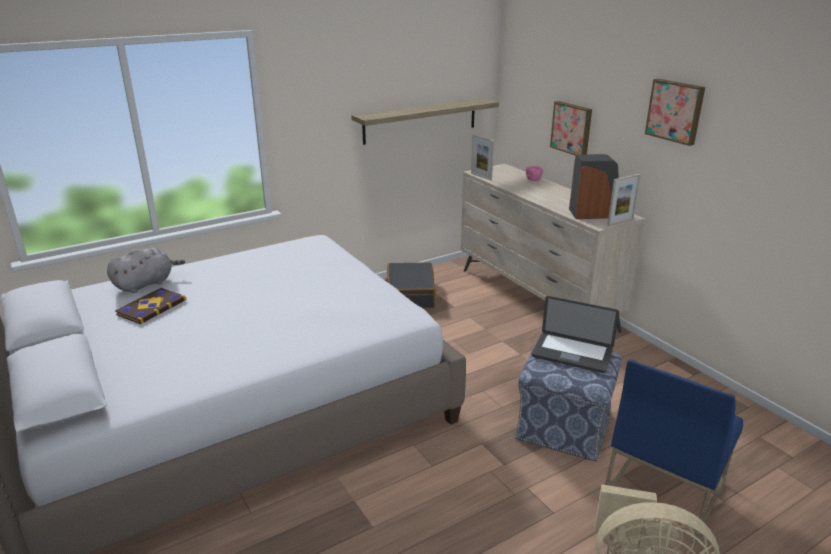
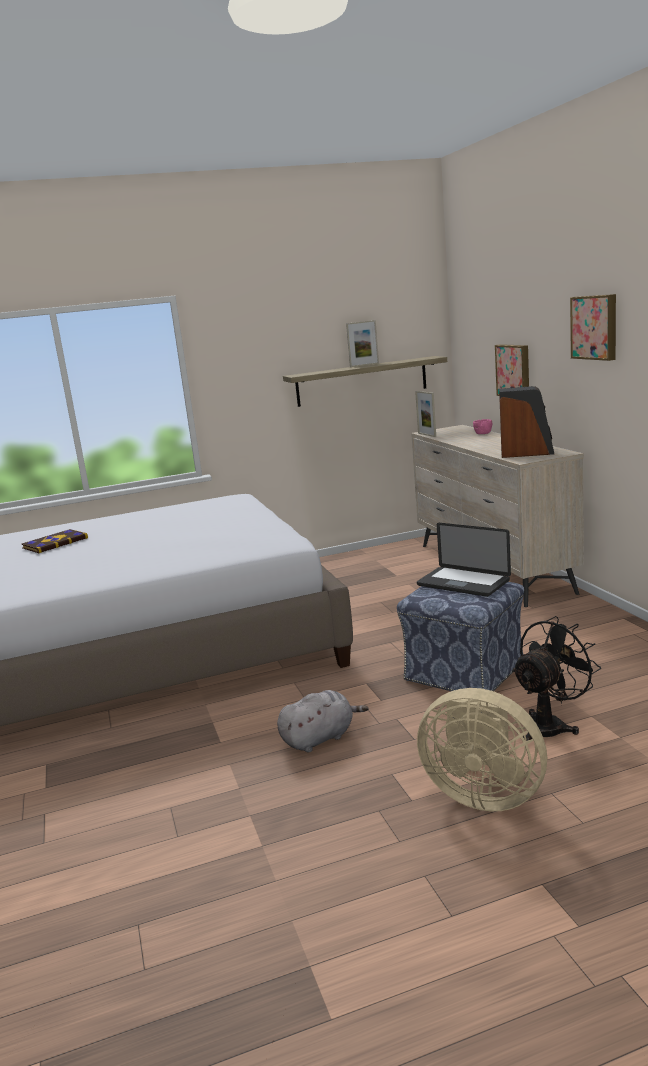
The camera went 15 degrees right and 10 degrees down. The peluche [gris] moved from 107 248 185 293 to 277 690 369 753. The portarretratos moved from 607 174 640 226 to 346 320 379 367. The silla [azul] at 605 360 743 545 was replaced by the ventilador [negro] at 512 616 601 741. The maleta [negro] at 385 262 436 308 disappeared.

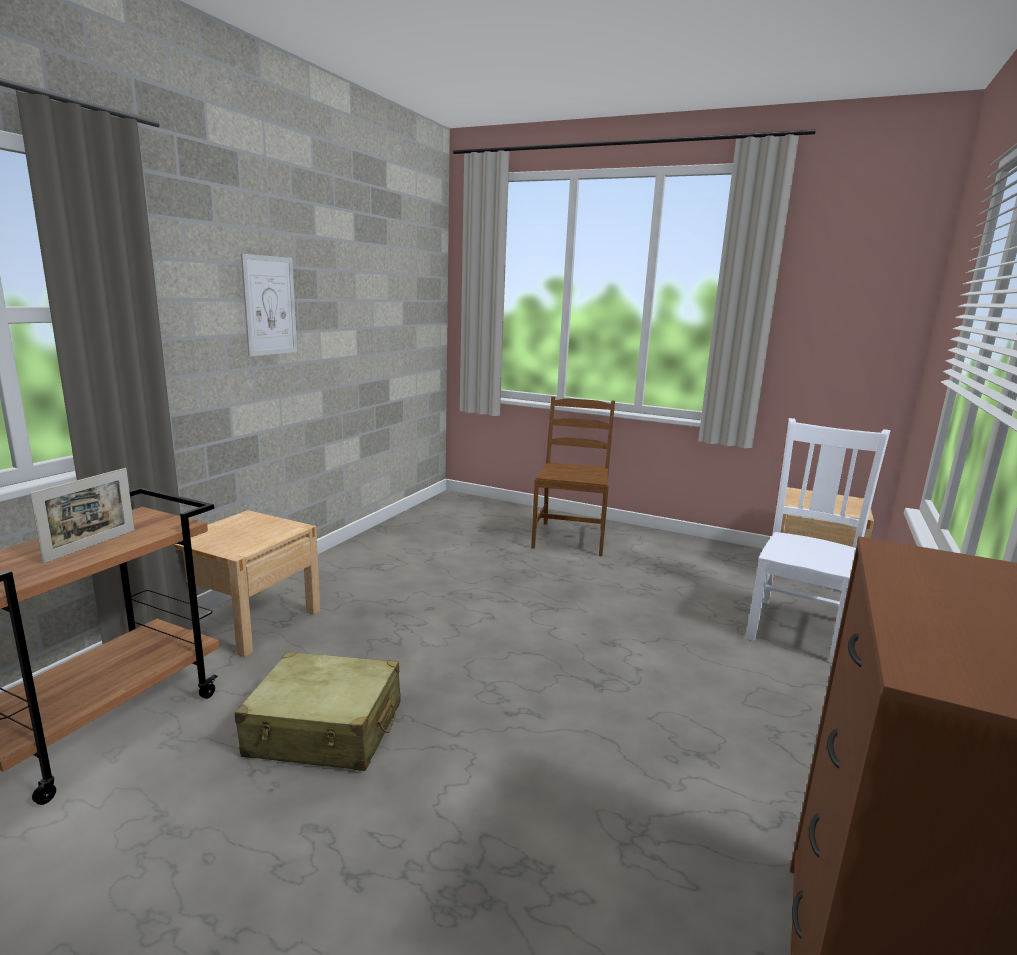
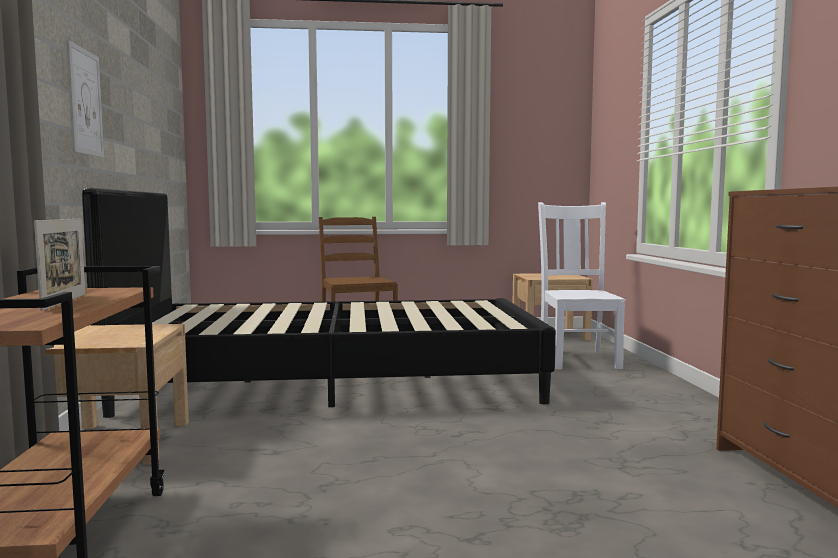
The camera went 30 degrees left and 10 degrees down. The cama [negro] at 82 188 556 418 appeared. The maleta [beis] at 235 652 401 771 disappeared.

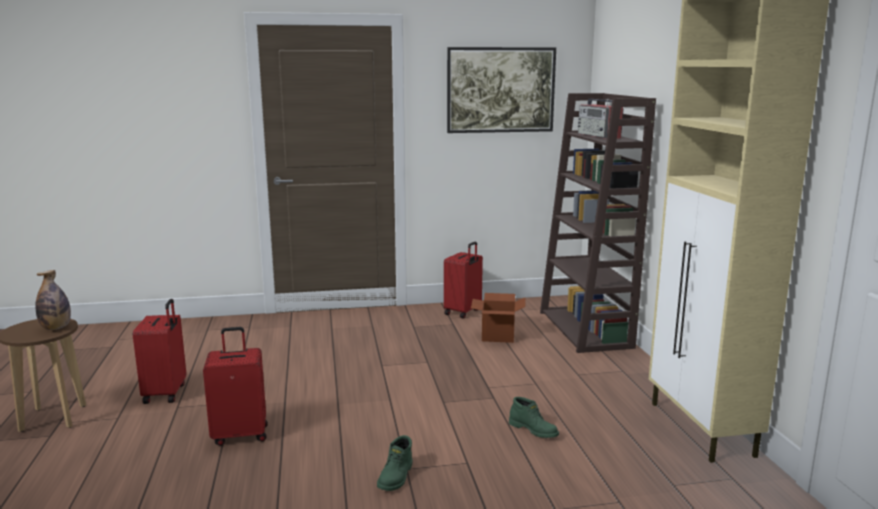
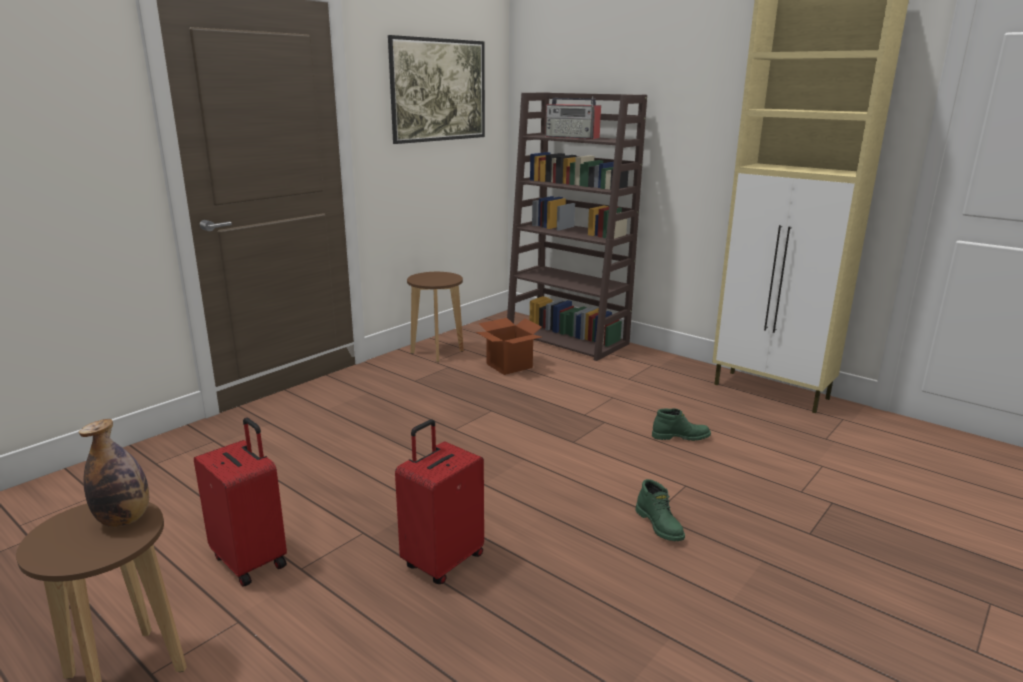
The camera went 40 degrees left and 5 degrees up. The maleta [rojo] at 444 242 483 318 was replaced by the taburete [marrón] at 407 272 464 362.

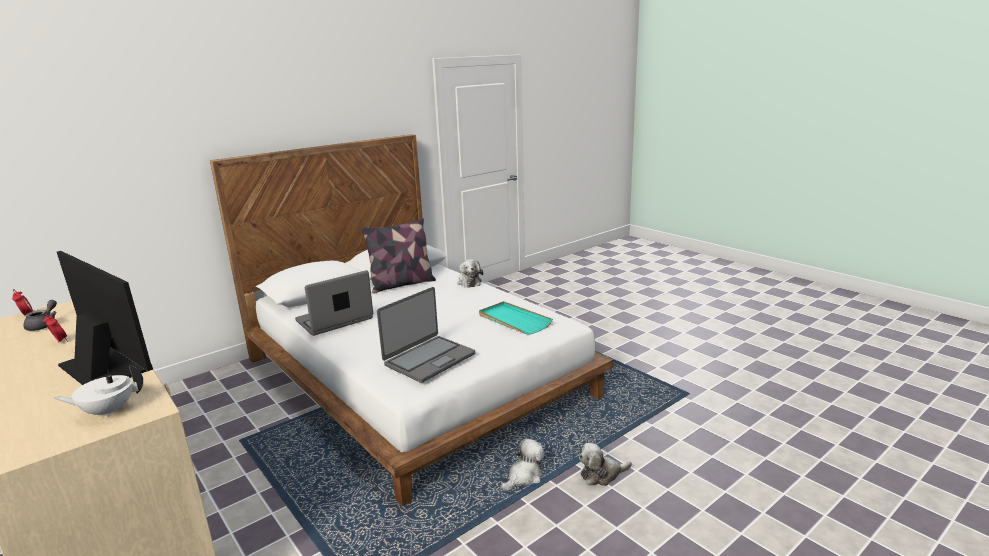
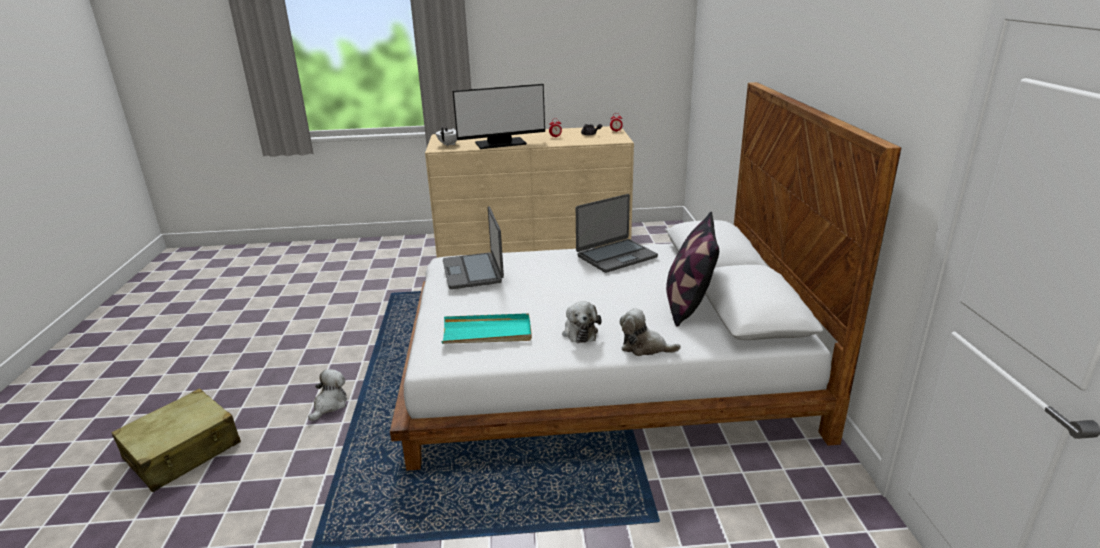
The camera went 125 degrees right and 5 degrees up. The maleta [beis] at 111 388 241 492 appeared. The peluche moved from 501 438 545 491 to 562 301 602 343. The portátil at 295 270 373 336 turned 60 degrees clockwise.

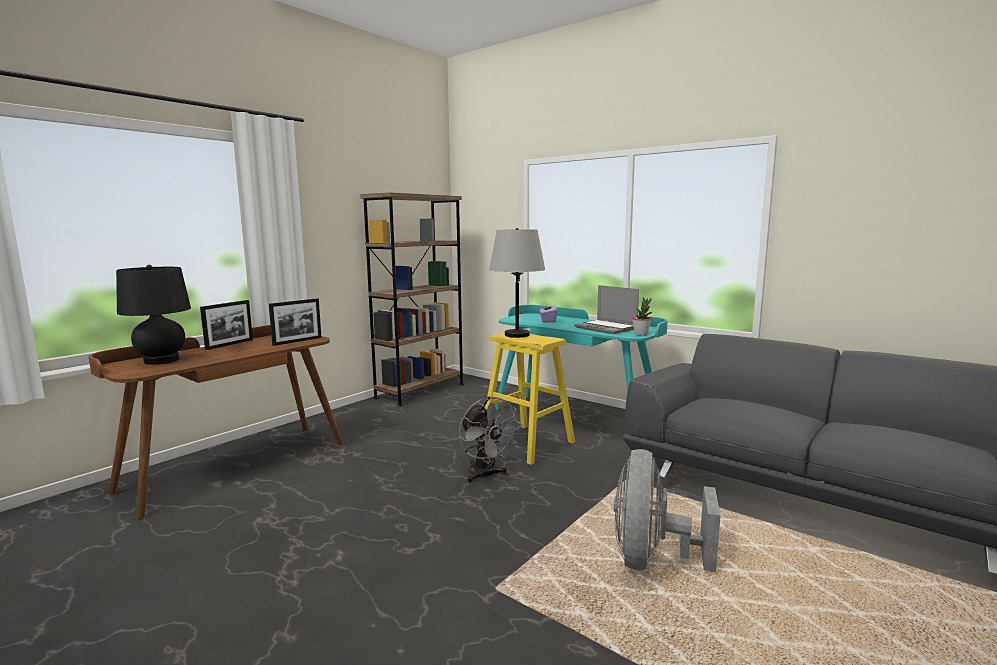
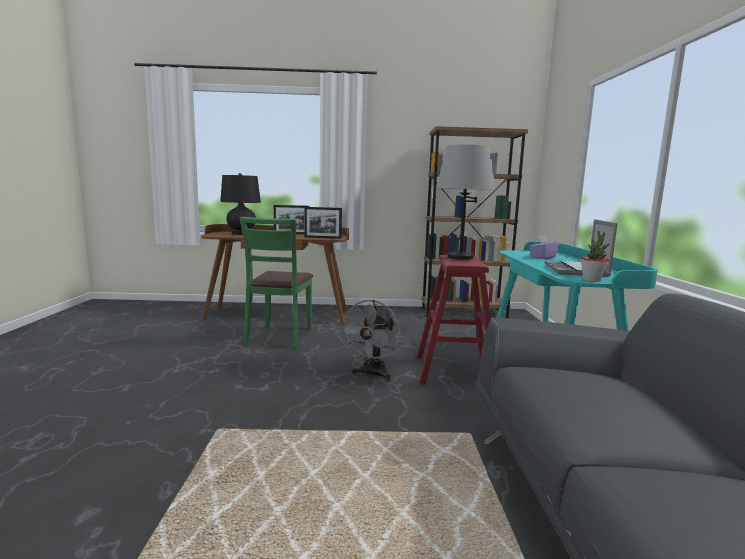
The camera went 50 degrees right and 0 degrees up. The silla [verde] at 239 217 313 348 appeared. The taburete [amarillo] at 484 332 575 465 became the taburete [rojo] at 417 255 491 385. The ventilador [gris] at 614 449 721 572 disappeared.

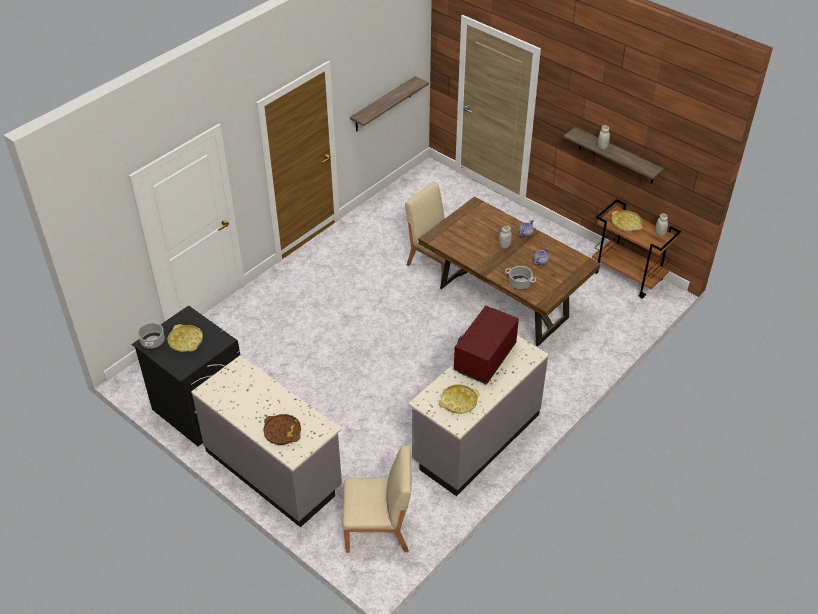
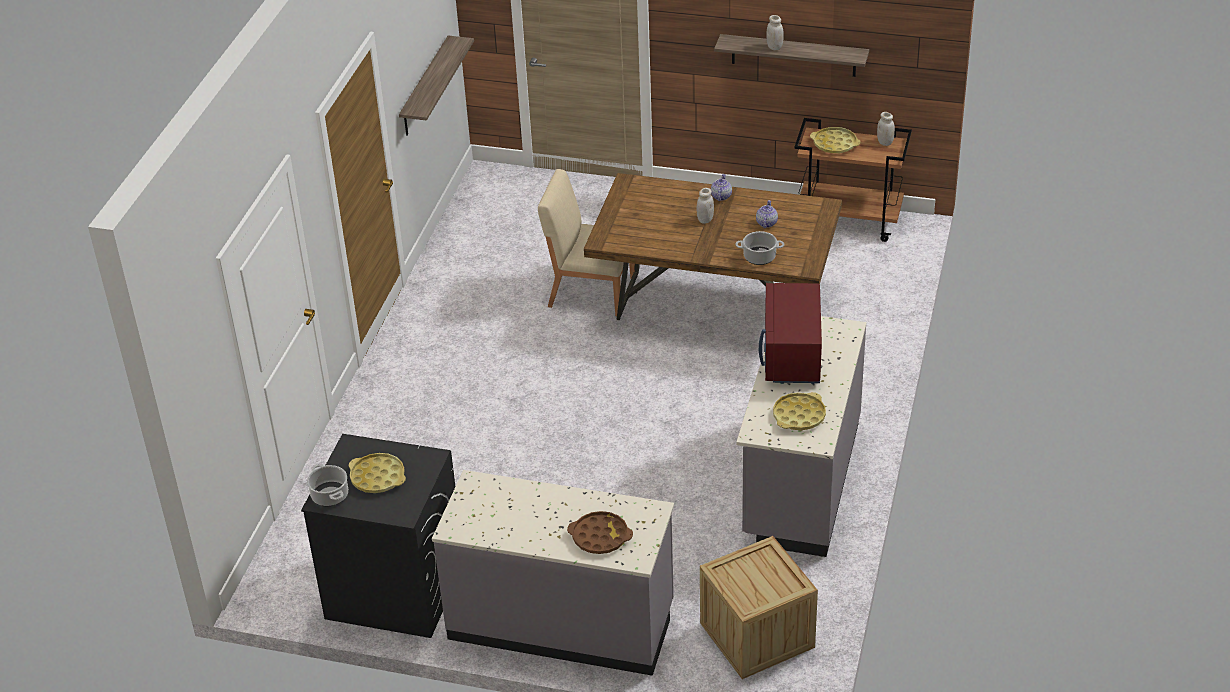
The camera went 25 degrees left and 5 degrees down. The silla [beis] at 342 445 411 553 was replaced by the caja de embalaje at 700 536 818 679.

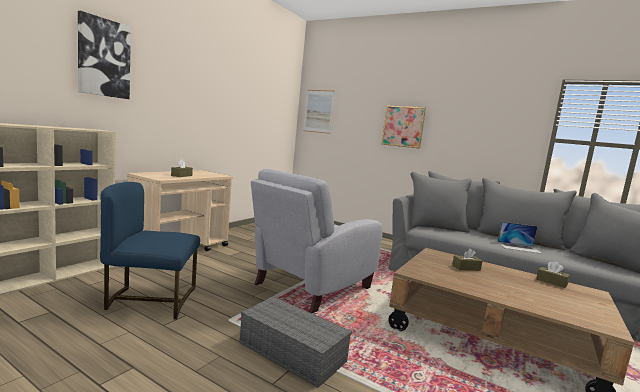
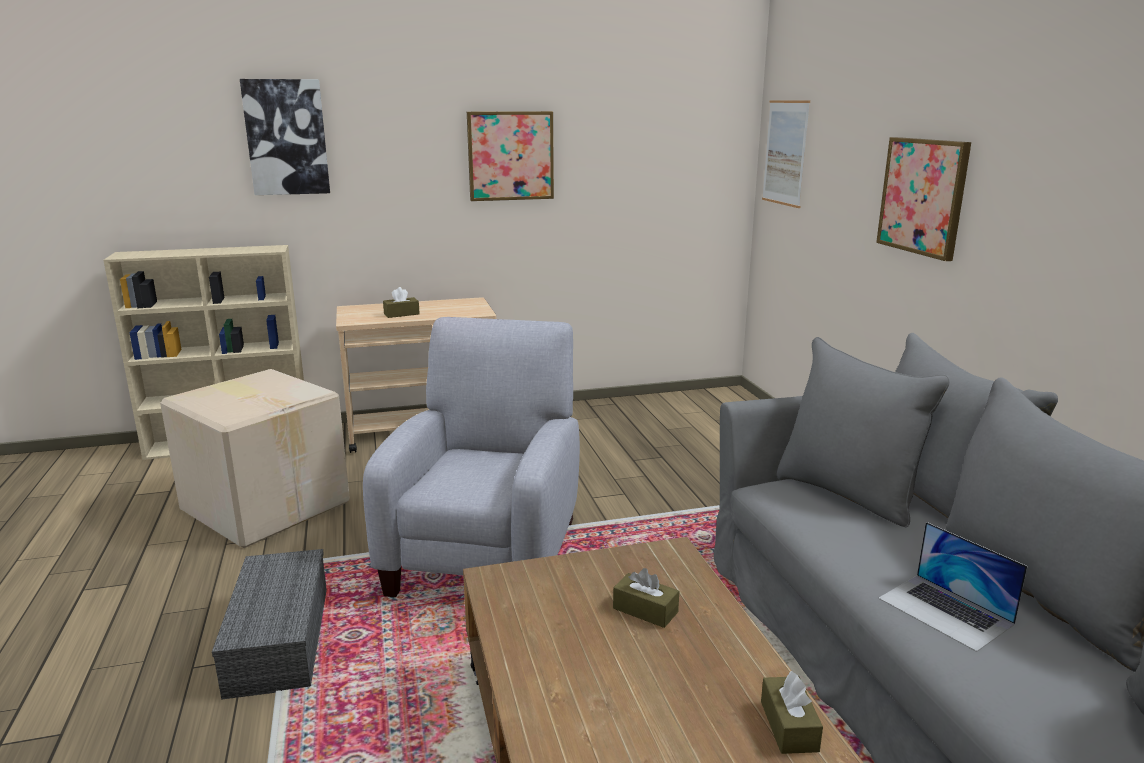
The camera went 45 degrees right and 10 degrees up. The silla [azul] at 100 182 200 320 was replaced by the caja de cartón at 160 369 350 548. The sillón [gris] at 251 169 383 313 turned 105 degrees clockwise. The cuadro at 467 111 554 201 appeared.

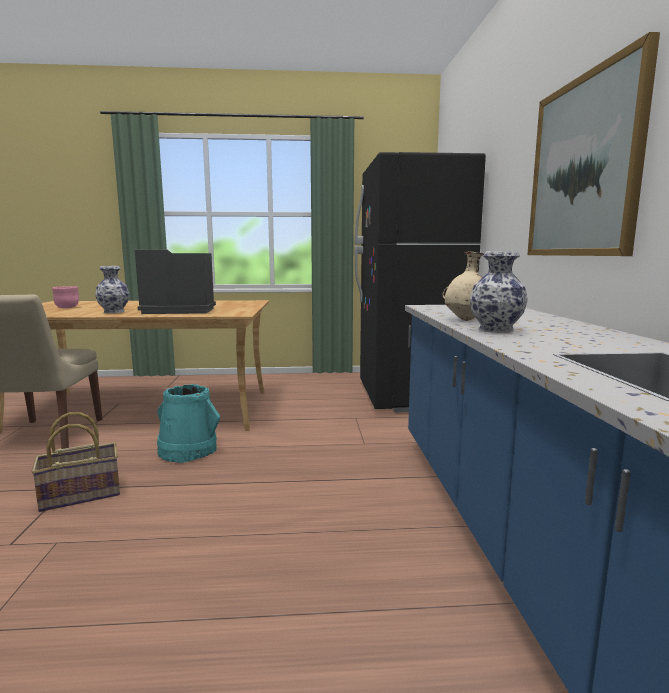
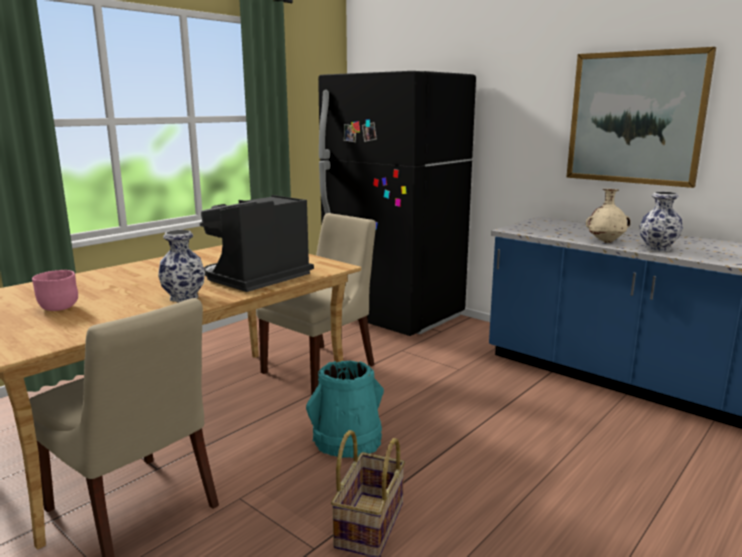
The camera went 45 degrees left and 5 degrees up. The silla [beis] at 256 213 376 395 appeared.

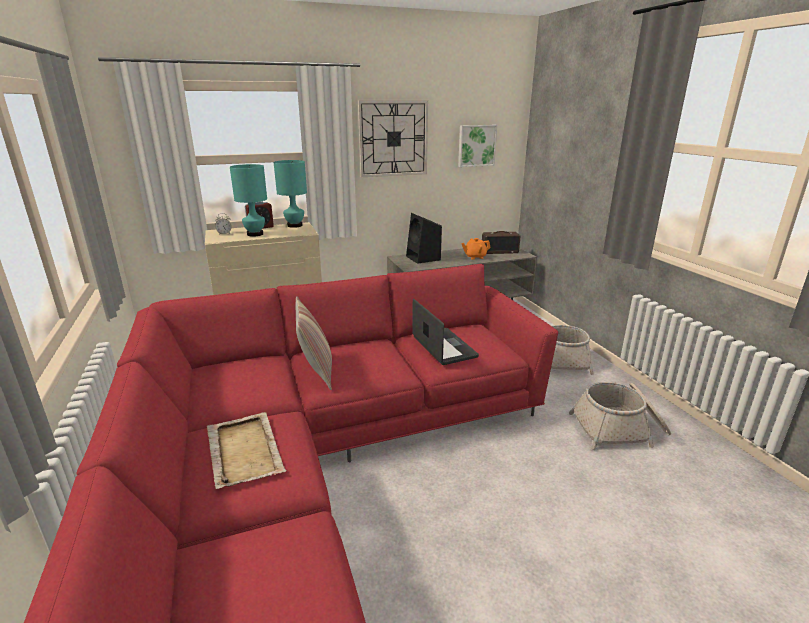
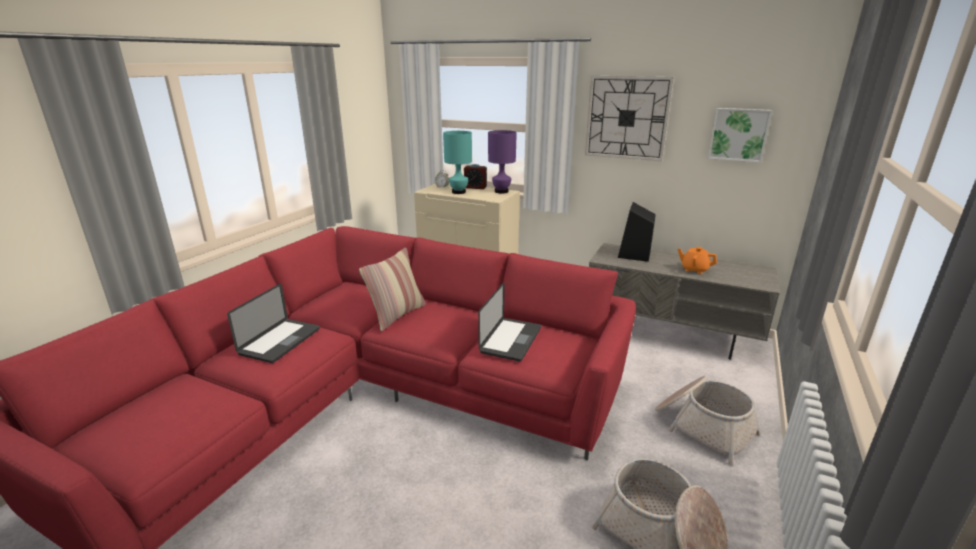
The camera went 45 degrees right and 0 degrees up. The bandeja [beis] at 207 412 287 489 was replaced by the portátil at 227 284 320 363. The lámpara de mesa [turquesa] at 273 160 307 228 became the lámpara de mesa [morado] at 488 130 517 193. The radio at 482 231 520 254 disappeared.

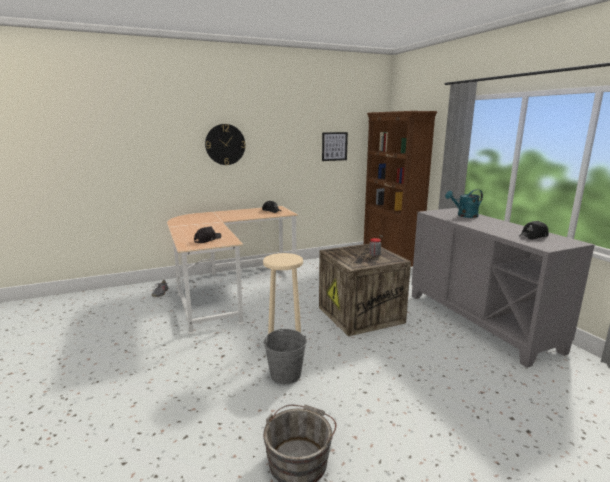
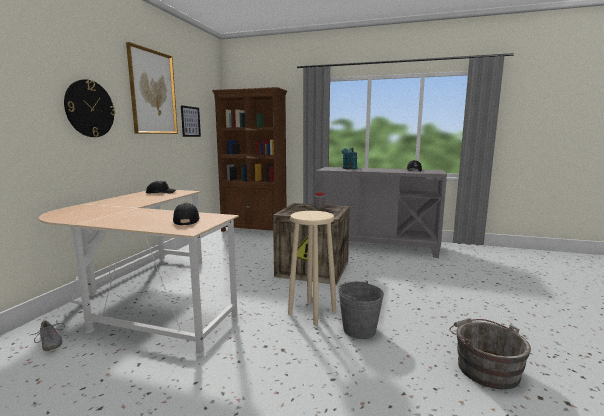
The camera went 50 degrees left and 5 degrees down. The cuadro at 126 42 178 134 appeared.

